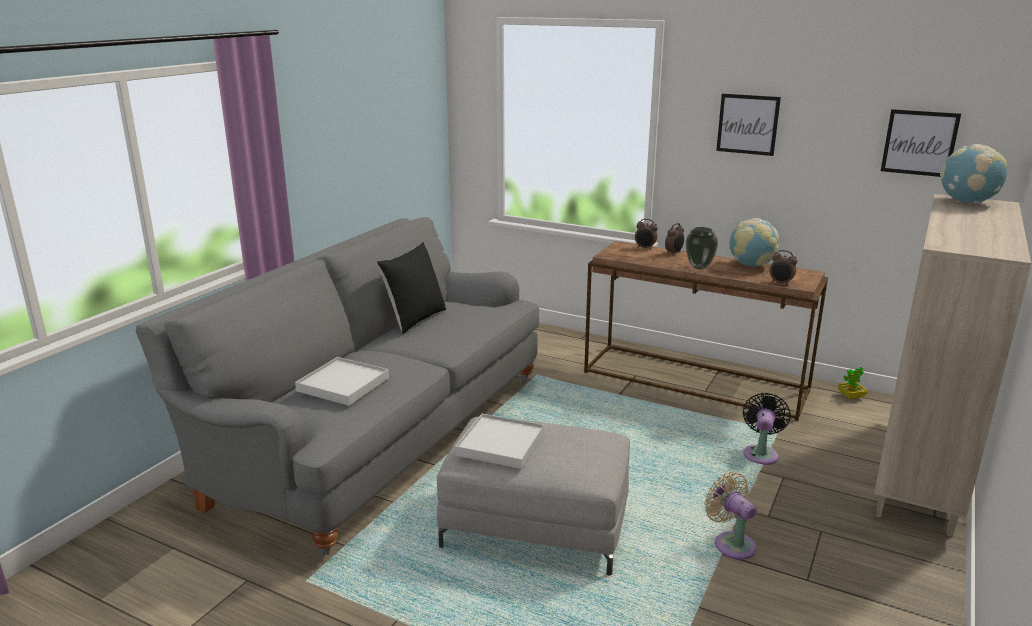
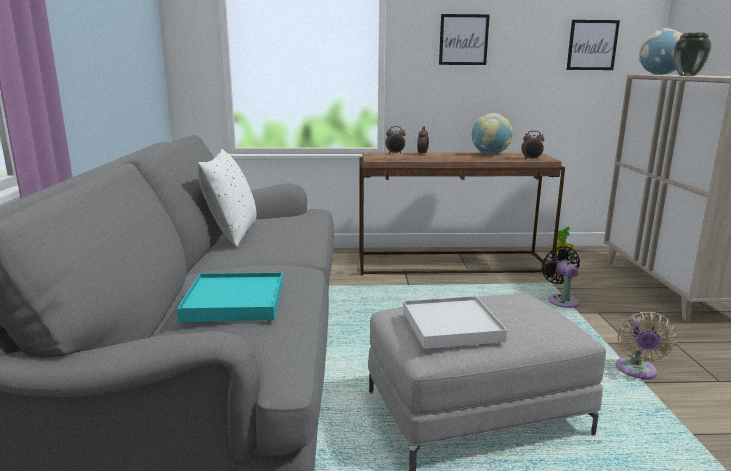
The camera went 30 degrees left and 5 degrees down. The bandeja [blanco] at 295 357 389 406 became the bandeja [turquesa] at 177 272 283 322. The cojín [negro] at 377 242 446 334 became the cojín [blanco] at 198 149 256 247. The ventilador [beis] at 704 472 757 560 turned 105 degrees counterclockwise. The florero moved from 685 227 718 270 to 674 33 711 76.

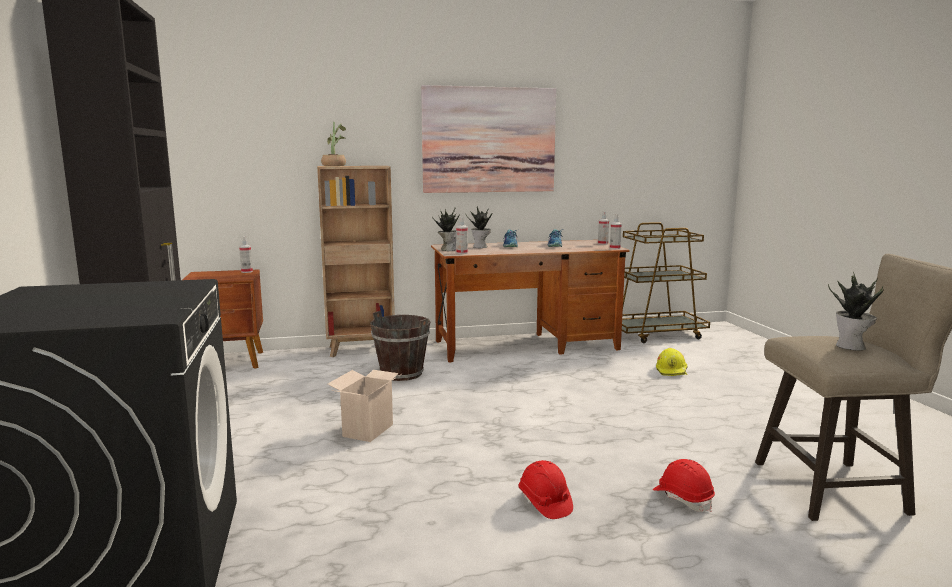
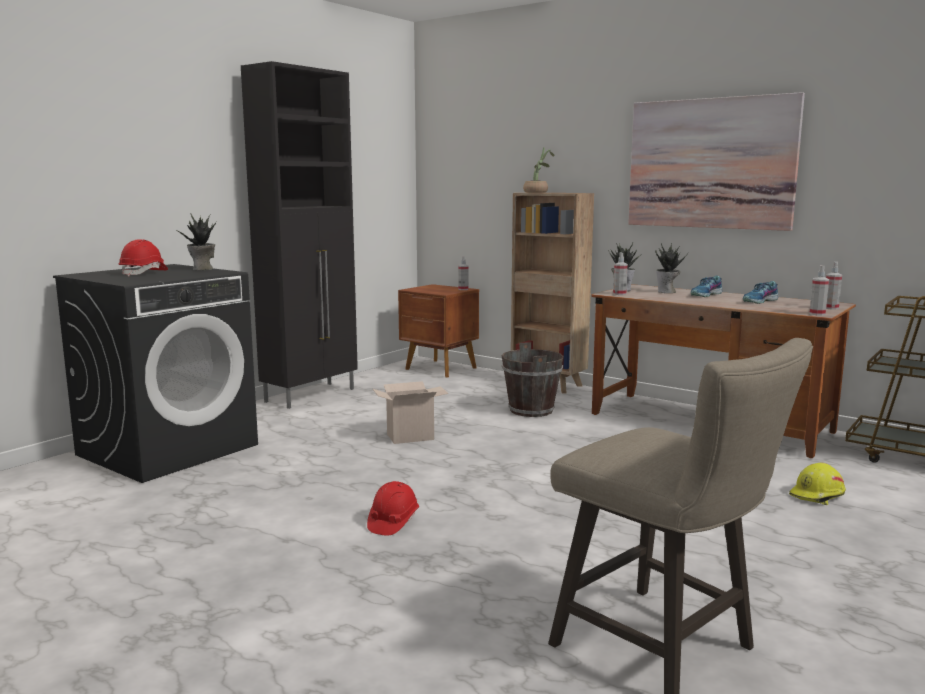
The camera went 50 degrees right and 0 degrees up. The casco [rojo] moved from 653 459 715 512 to 119 239 168 276. The planta en maceta moved from 828 272 884 350 to 175 213 216 270.

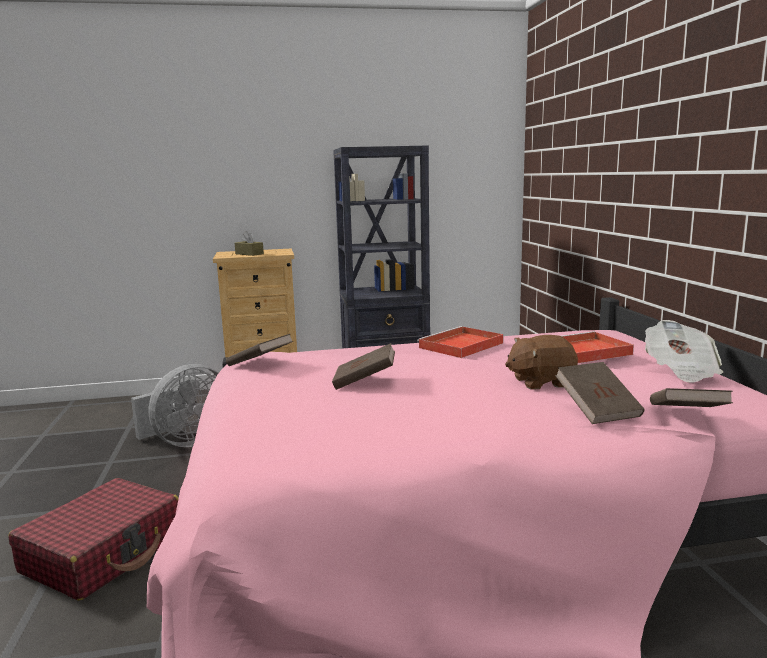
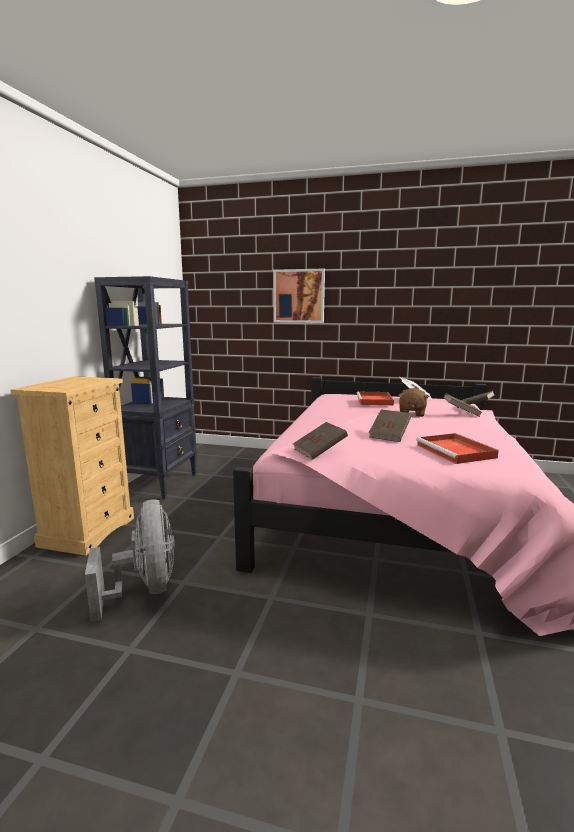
The camera went 65 degrees left and 0 degrees up. The cuadro at 273 269 325 323 appeared. The bandeja [rojo] moved from 417 326 504 358 to 416 433 499 464. The maleta [rojo] at 8 478 179 601 disappeared. The caja de pañuelos [marrón] at 235 231 264 256 disappeared.

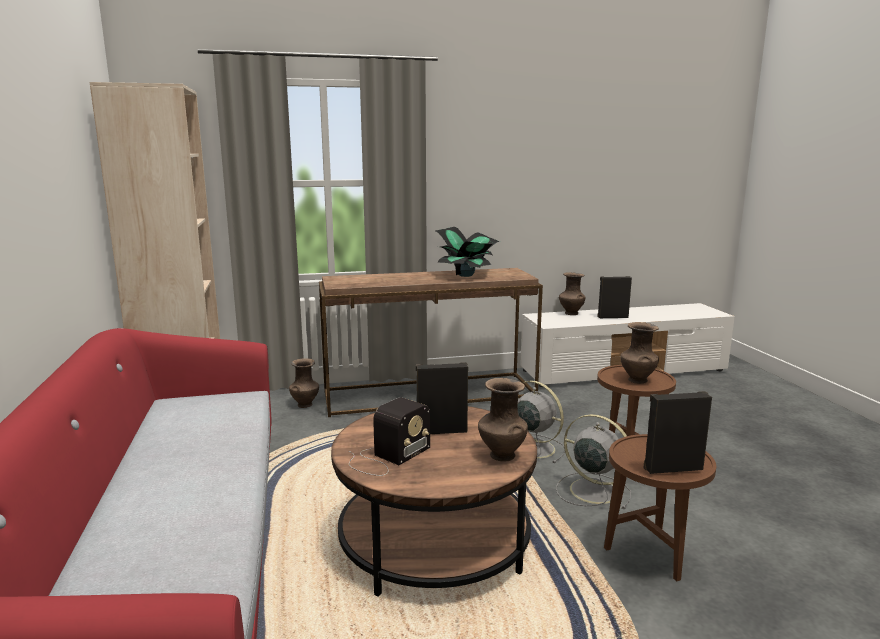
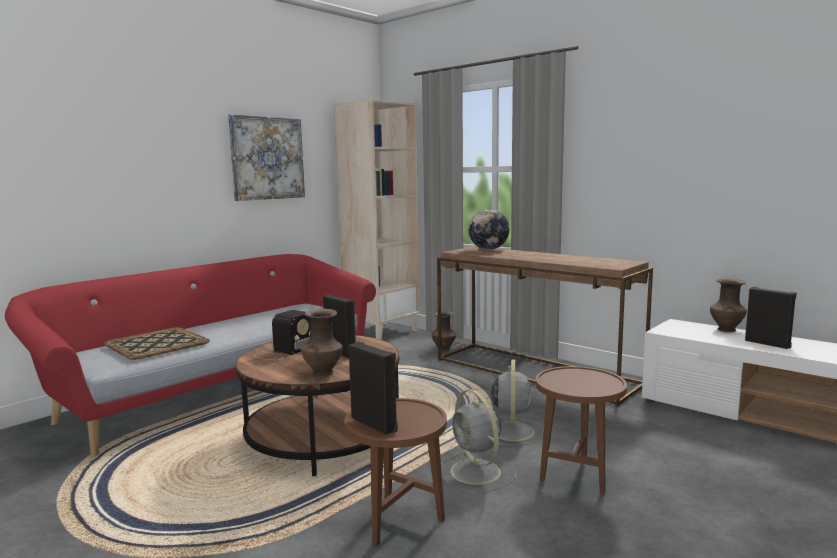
The camera went 55 degrees right and 5 degrees down. The bandeja at 104 327 210 360 appeared. The cuadro at 228 114 305 201 appeared. The radio at 349 397 430 476 turned 60 degrees counterclockwise. The ventilador [gris] at 556 414 631 509 turned 150 degrees clockwise. The globo terráqueo at 469 209 509 250 appeared. The planta en maceta at 436 227 500 277 disappeared. The florero [marrón] at 620 322 659 384 disappeared.

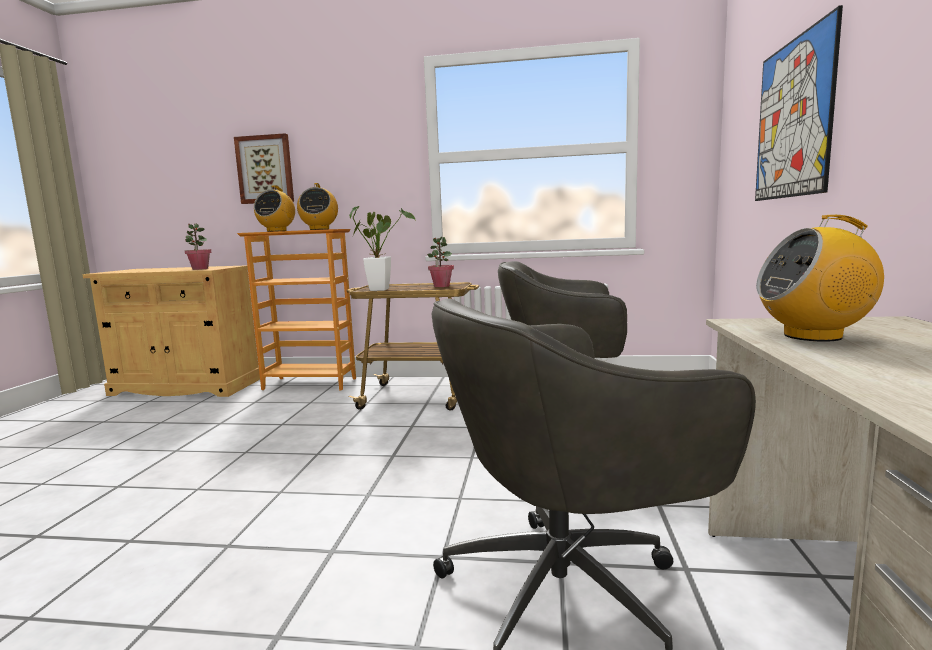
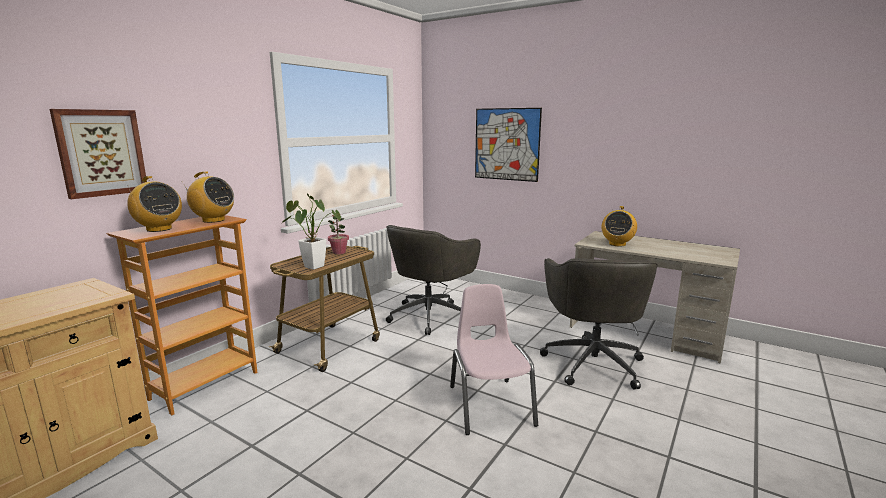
The camera went 65 degrees left and 5 degrees up. The silla [rosa] at 450 284 538 435 appeared. The planta en maceta at 185 224 211 270 disappeared.

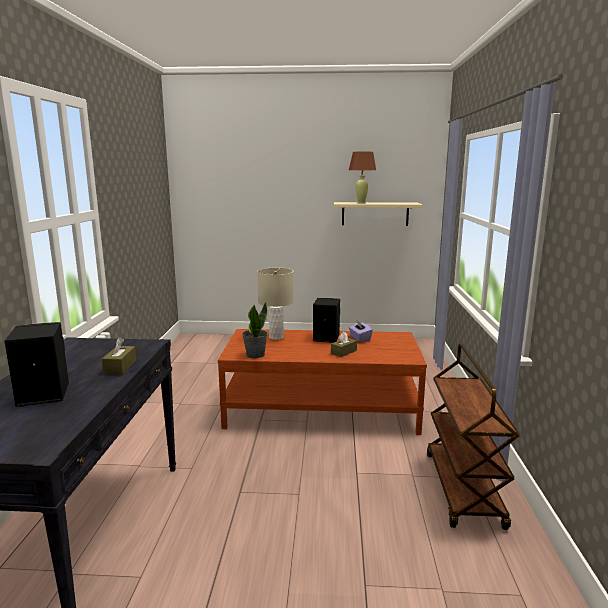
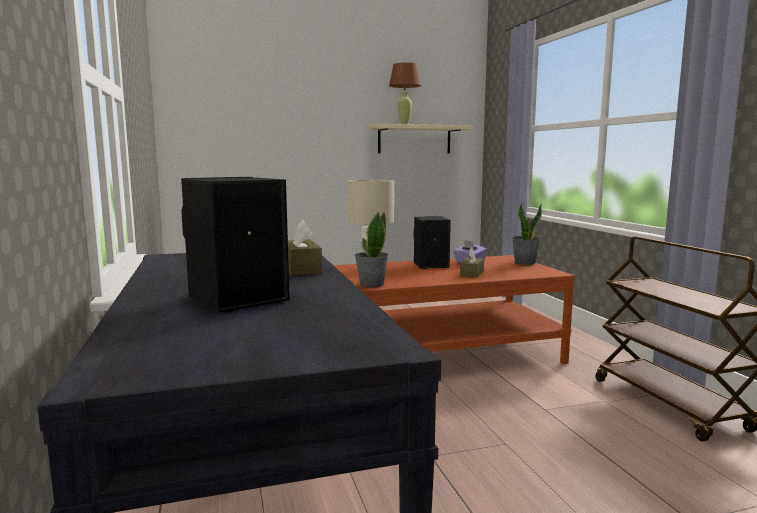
The camera went 20 degrees left and 5 degrees down. The planta en maceta at 512 202 542 265 appeared.

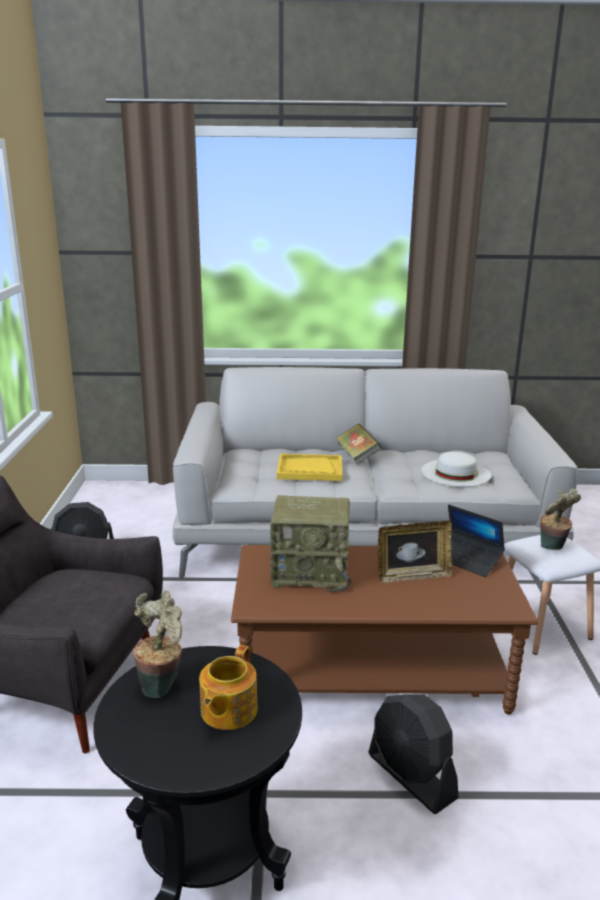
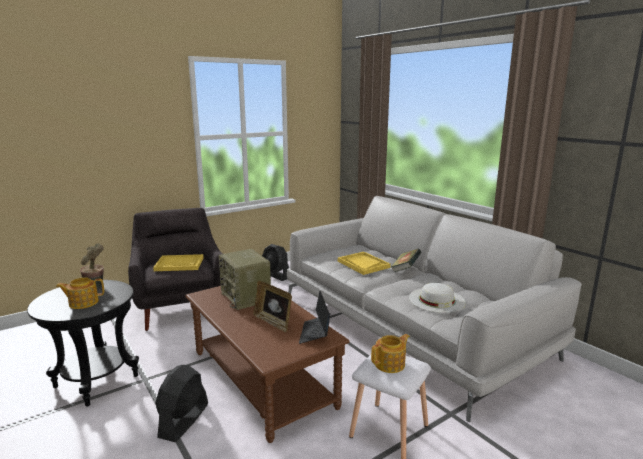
The camera went 55 degrees right and 5 degrees down. The bandeja [amarillo] at 153 254 204 271 appeared. The planta en maceta at 540 488 581 550 was replaced by the tetera at 371 334 410 373.

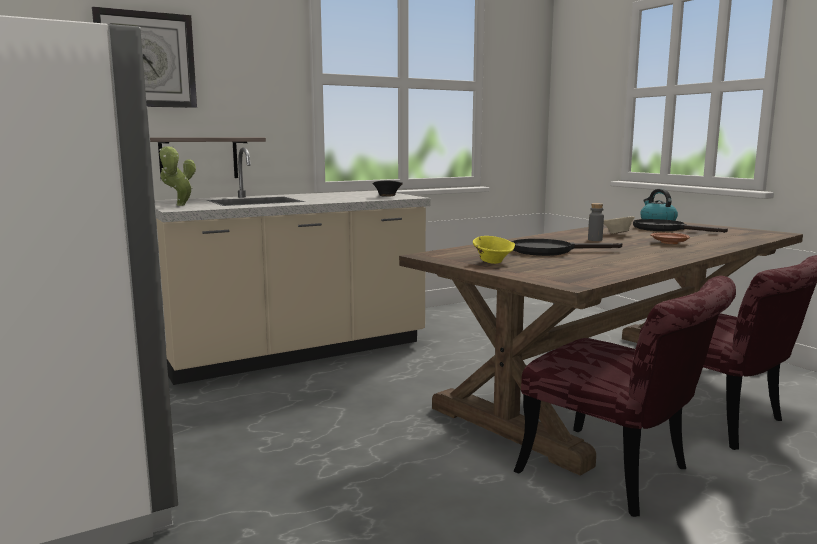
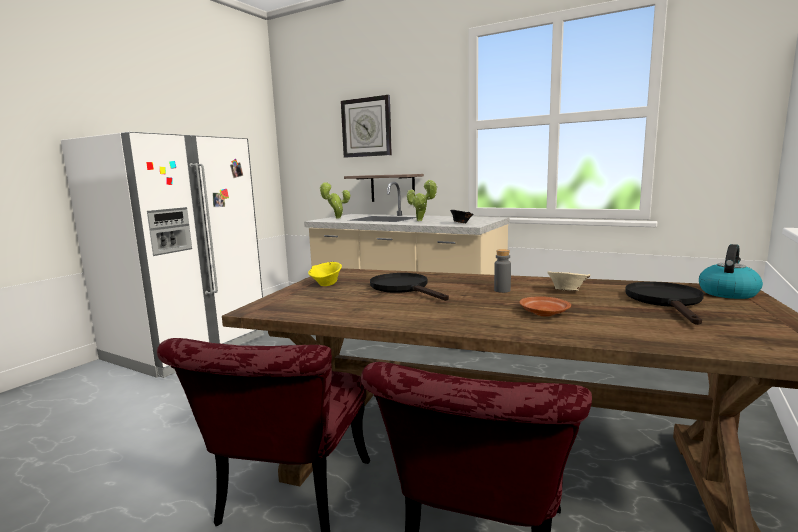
The camera went 60 degrees right and 0 degrees up. The planta en maceta at 407 179 438 221 appeared.

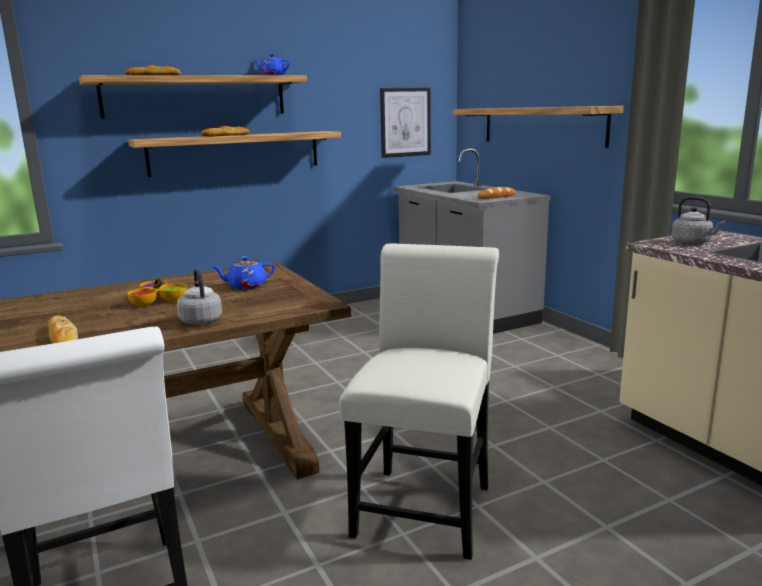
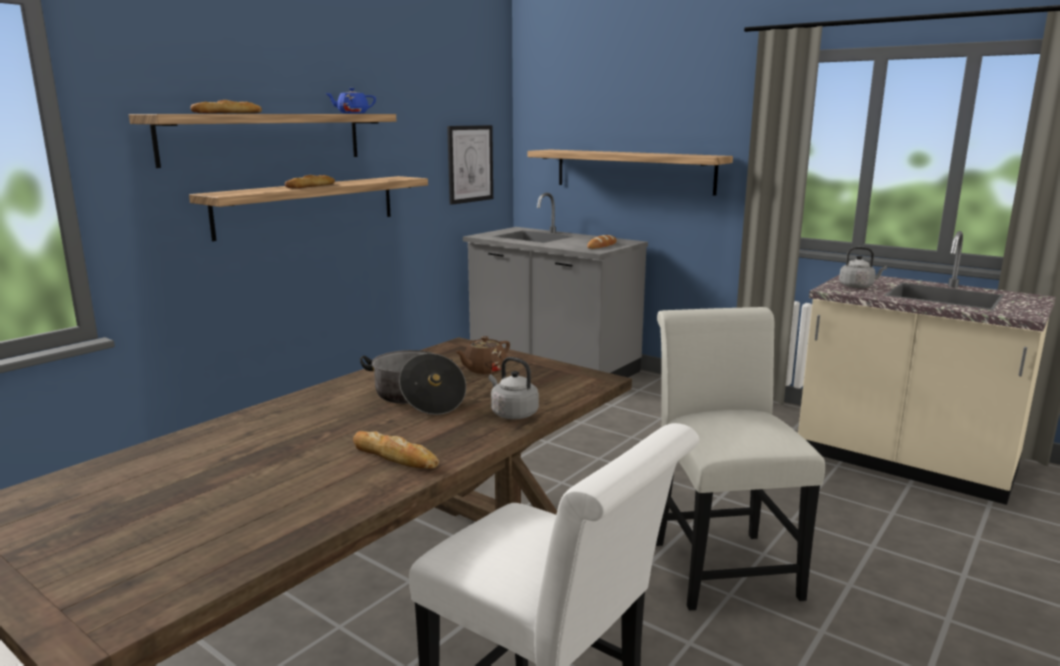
The camera went 25 degrees left and 0 degrees up. The cuenco at 127 278 187 306 was replaced by the olla at 360 350 466 415. The tetera [azul] at 211 256 275 290 became the tetera [marrón] at 455 336 510 374.

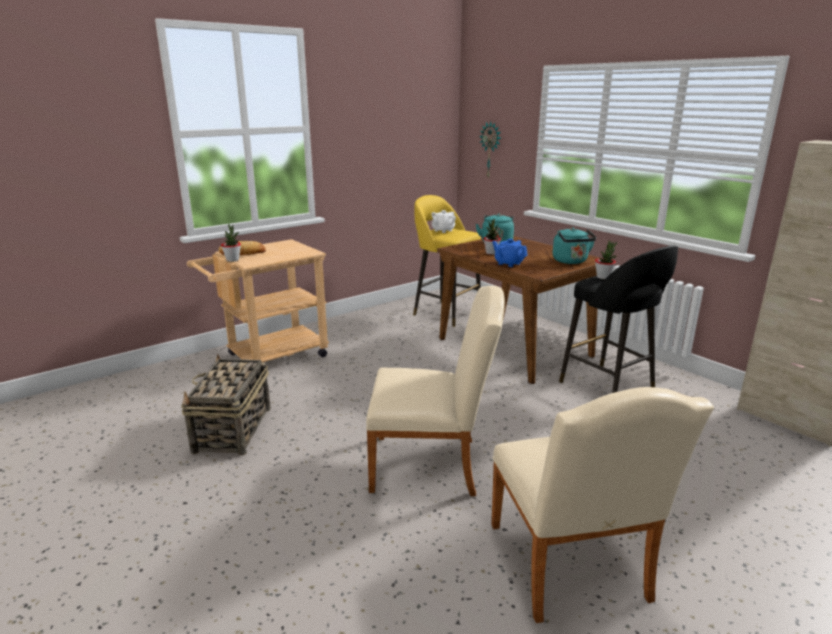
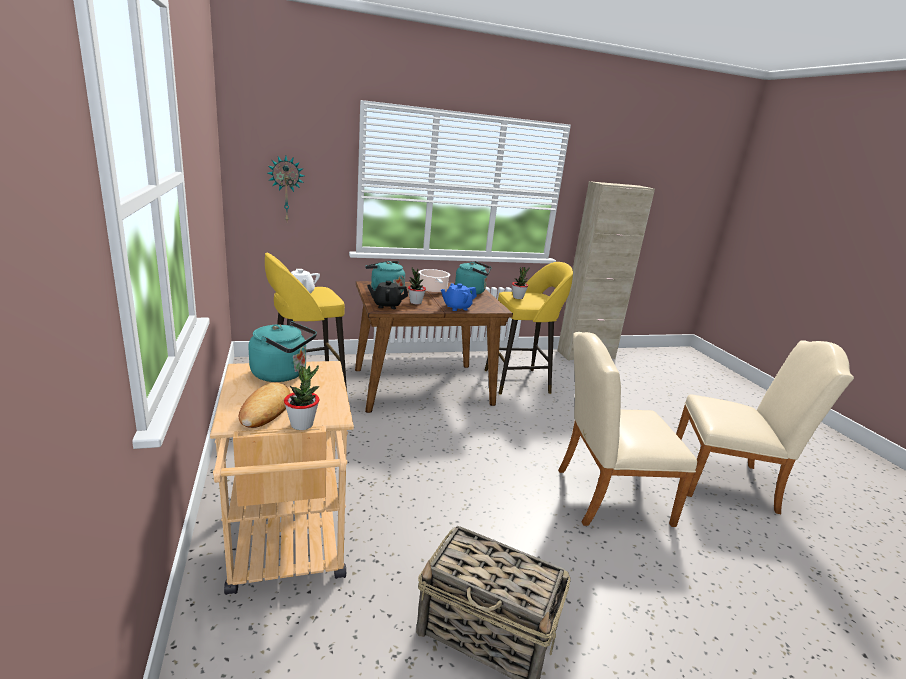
The camera went 70 degrees left and 0 degrees up. The hervidor [turquesa] at 248 321 317 382 appeared. The tetera [negro] at 367 281 408 309 appeared. The olla at 419 269 450 293 appeared. The taburete [negro] at 559 245 678 393 became the taburete [amarillo] at 485 262 573 395. The silla [beis] at 366 286 505 496 turned 120 degrees counterclockwise.

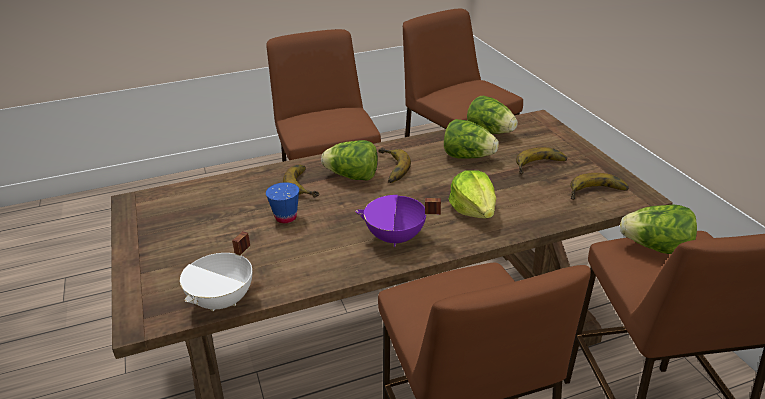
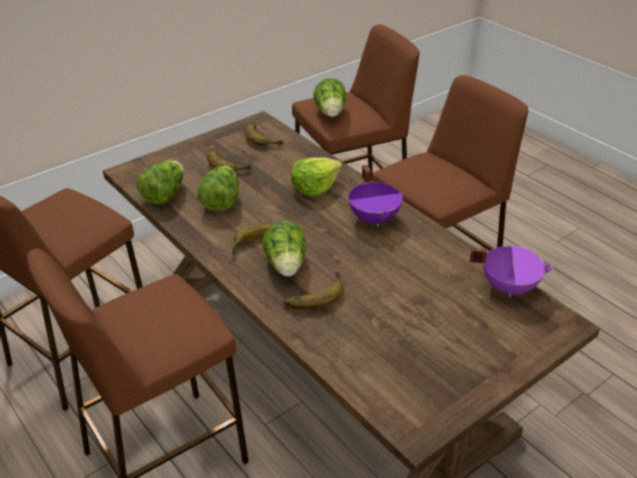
The camera went 110 degrees left and 5 degrees up. The olla [blanco] at 180 231 252 311 became the olla [morado] at 470 246 554 297. The taza [azul] at 266 182 299 223 disappeared.

